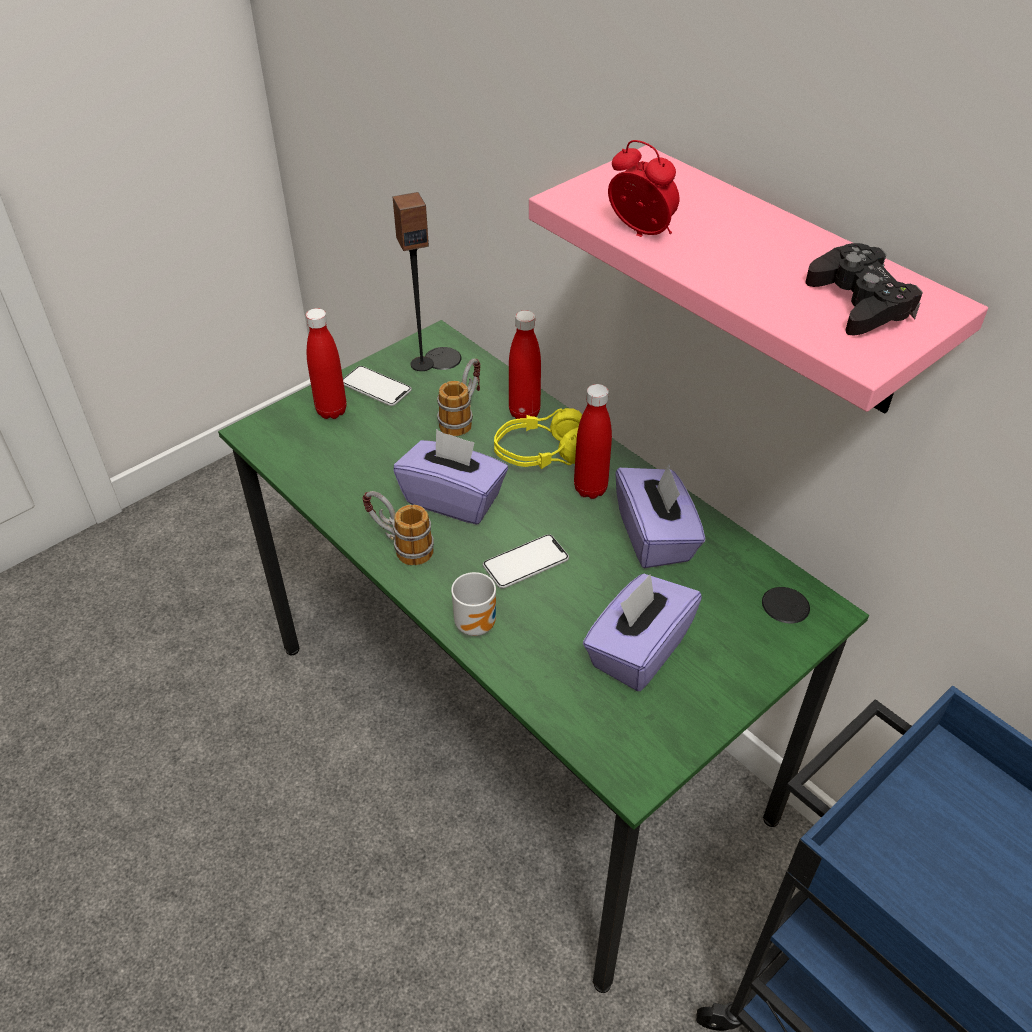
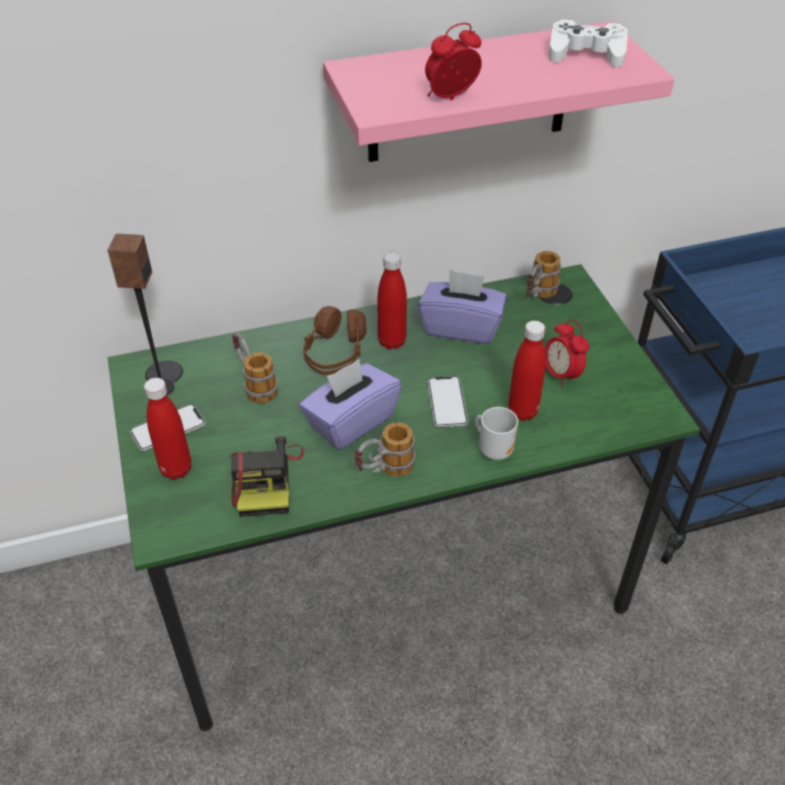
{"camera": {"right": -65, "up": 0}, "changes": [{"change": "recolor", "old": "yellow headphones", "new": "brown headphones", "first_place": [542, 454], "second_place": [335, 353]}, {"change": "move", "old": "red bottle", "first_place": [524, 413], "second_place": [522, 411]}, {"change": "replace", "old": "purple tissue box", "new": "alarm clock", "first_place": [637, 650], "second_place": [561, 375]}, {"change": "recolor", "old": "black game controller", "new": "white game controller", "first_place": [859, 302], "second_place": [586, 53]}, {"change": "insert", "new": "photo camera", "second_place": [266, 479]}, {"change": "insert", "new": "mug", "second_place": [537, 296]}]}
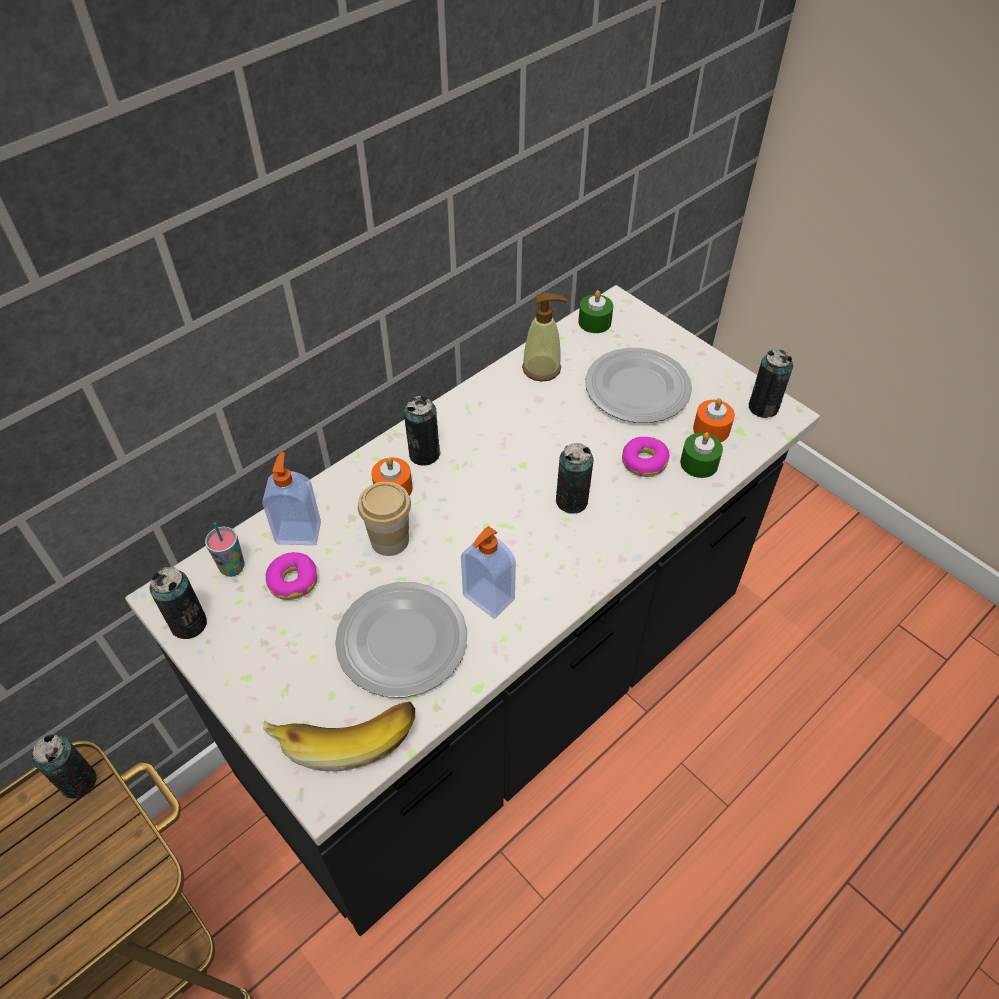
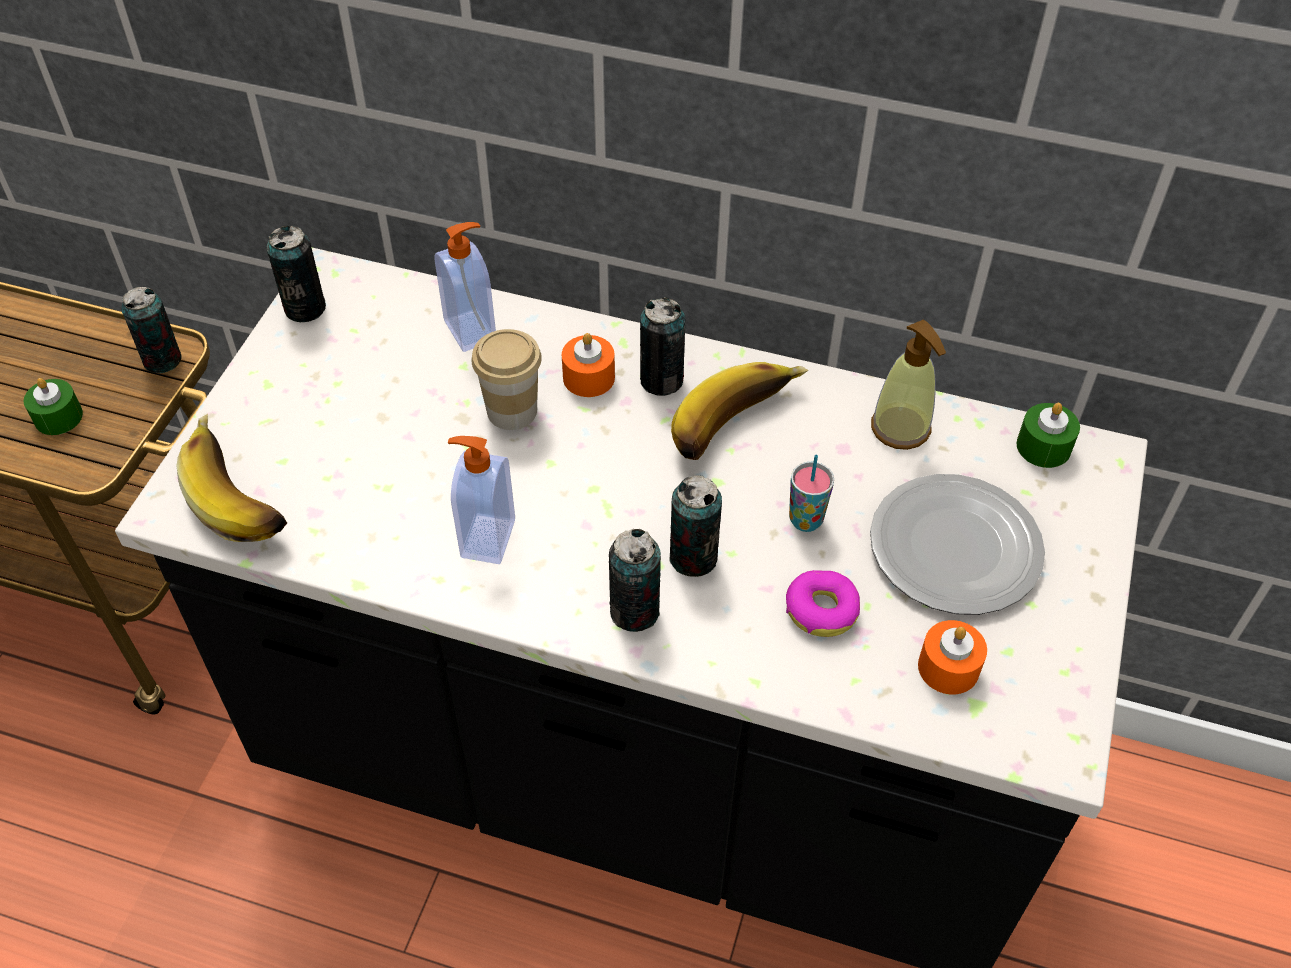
{"camera": {"right": 60, "up": 0}, "changes": [{"change": "move", "old": "cup", "first_place": [232, 568], "second_place": [805, 520]}, {"change": "delete", "old": "donut", "first_place": [293, 581]}, {"change": "delete", "old": "plate", "first_place": [401, 639]}, {"change": "move", "old": "green candle", "first_place": [699, 463], "second_place": [58, 417]}, {"change": "move", "old": "can", "first_place": [763, 407], "second_place": [634, 611]}, {"change": "insert", "new": "banana", "second_place": [738, 429]}]}
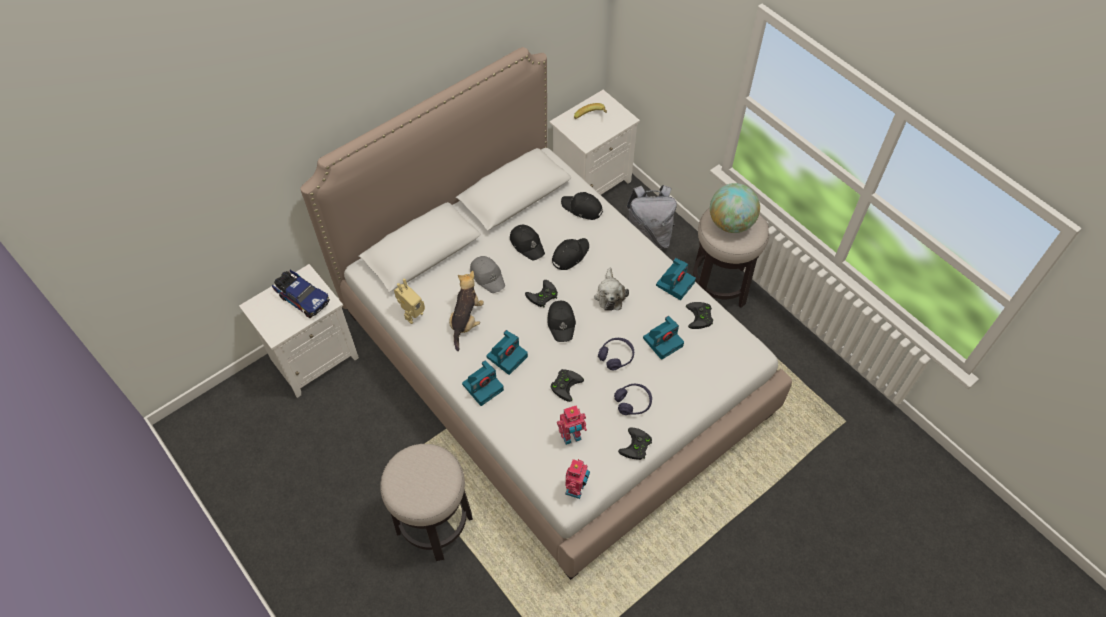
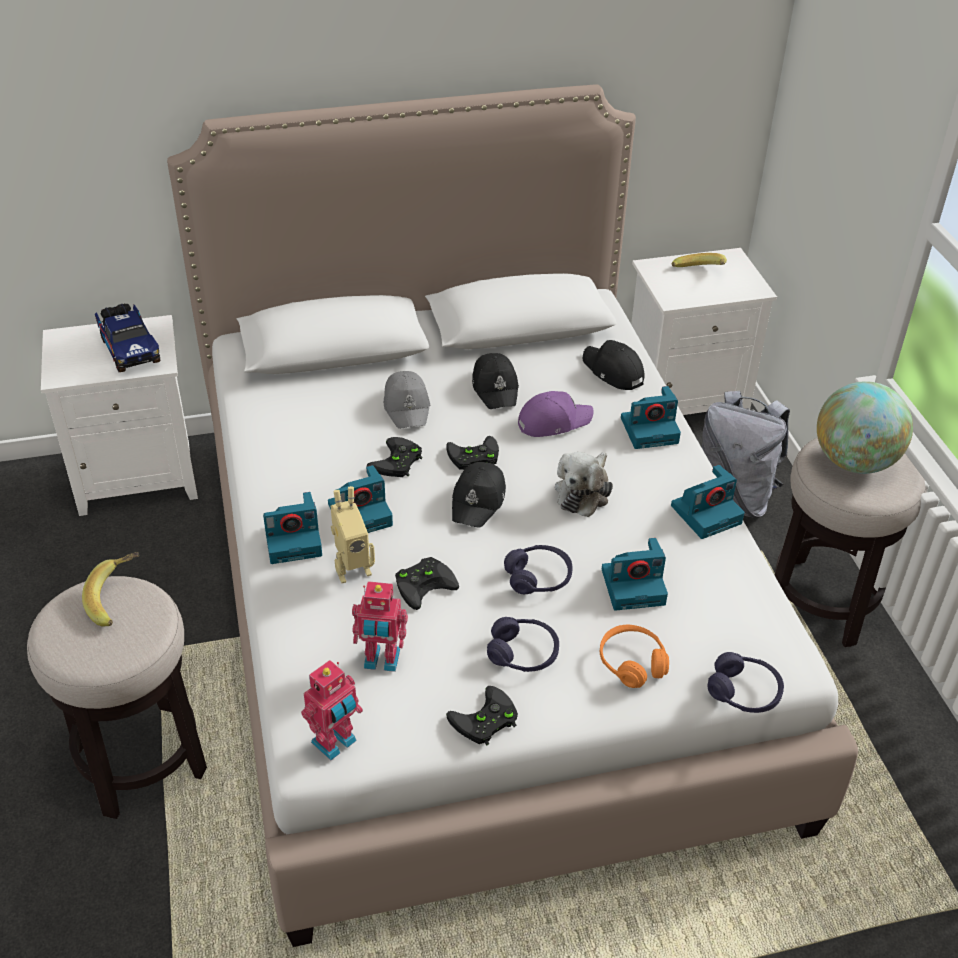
{"camera": {"right": 25, "up": -15}, "changes": [{"change": "move", "old": "toy robot", "first_place": [411, 314], "second_place": [351, 568]}, {"change": "delete", "old": "plush toy", "first_place": [466, 321]}, {"change": "recolor", "old": "black cap", "new": "purple cap", "first_place": [570, 255], "second_place": [553, 421]}, {"change": "move", "old": "black game controller", "first_place": [700, 317], "second_place": [397, 462]}, {"change": "insert", "new": "banana", "second_place": [118, 600]}, {"change": "insert", "new": "orange headphones", "second_place": [632, 663]}, {"change": "insert", "new": "photo camera", "second_place": [650, 430]}, {"change": "insert", "new": "purple headphones", "second_place": [744, 692]}]}
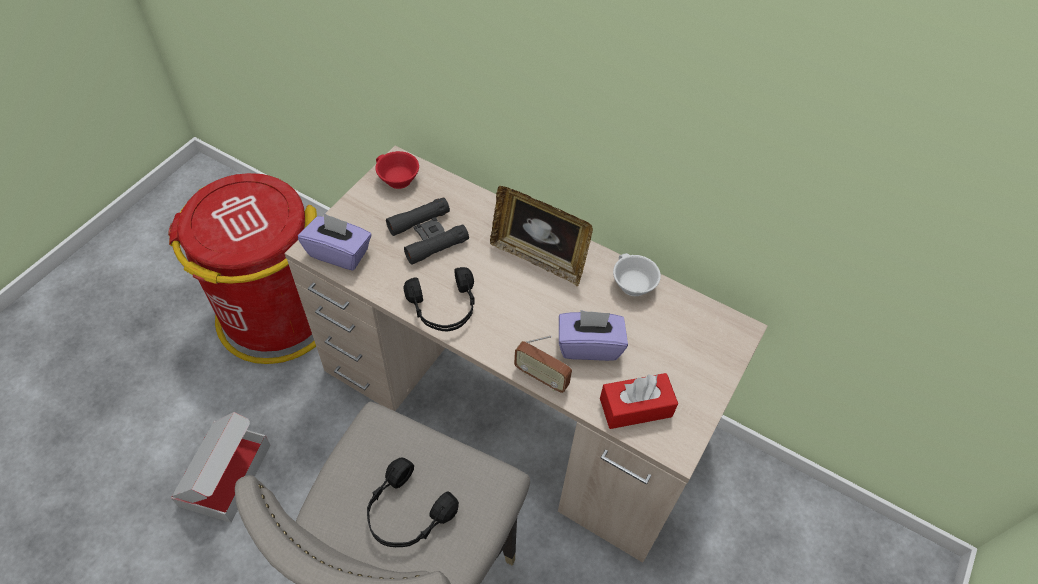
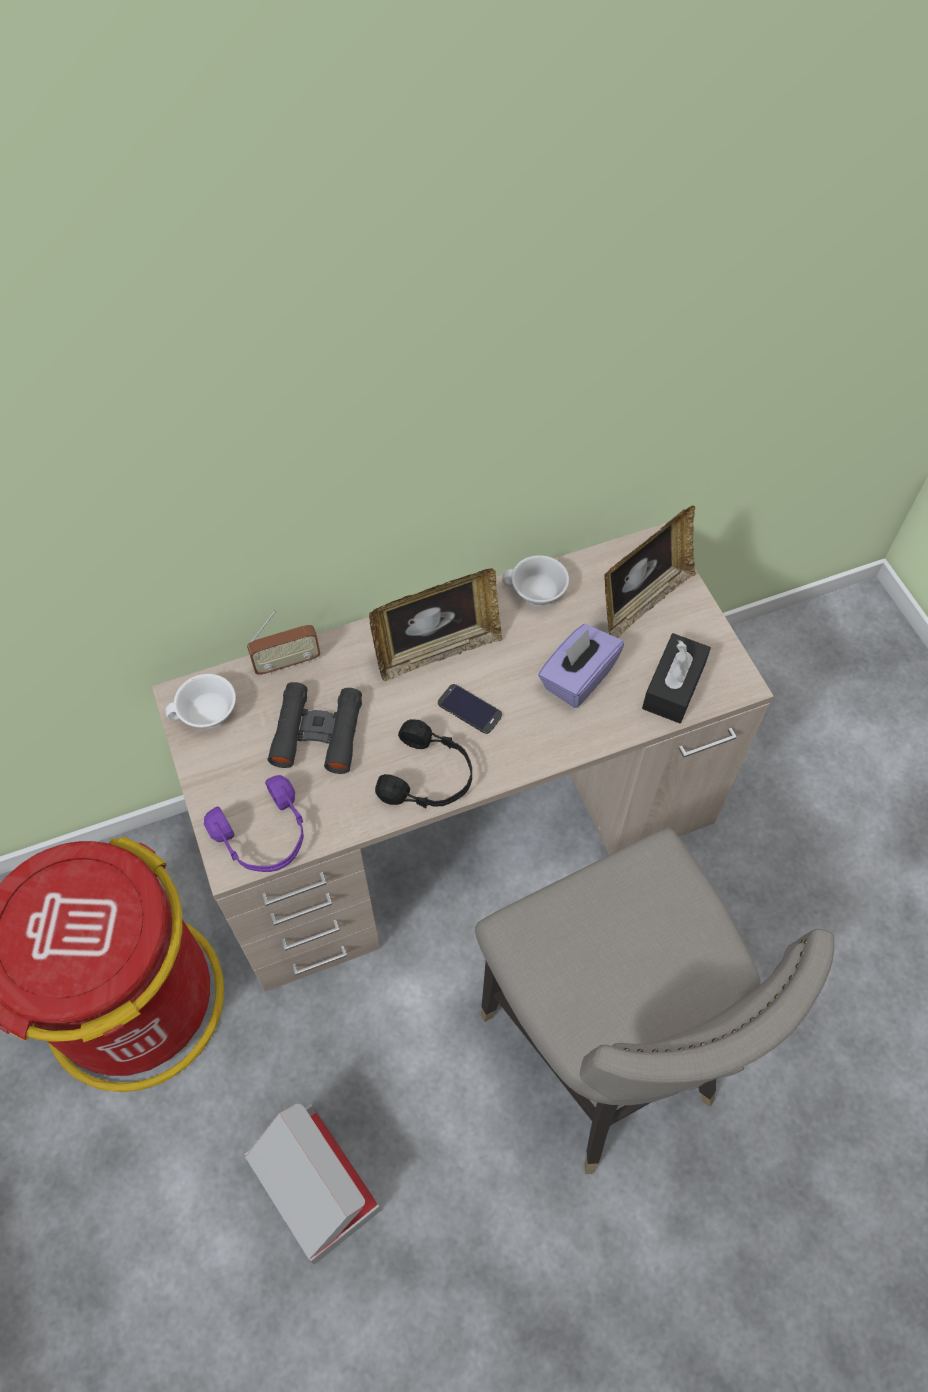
{"camera": {"right": -50, "up": 5}, "changes": [{"change": "replace", "old": "purple tissue box", "new": "purple headphones", "first_place": [339, 253], "second_place": [265, 836]}, {"change": "delete", "old": "black headphones", "first_place": [406, 513]}, {"change": "recolor", "old": "red cup", "new": "white cup", "first_place": [396, 179], "second_place": [207, 715]}, {"change": "move", "old": "radio", "first_place": [541, 377], "second_place": [287, 663]}, {"change": "recolor", "old": "red tissue box", "new": "black tissue box", "first_place": [635, 407], "second_place": [673, 686]}, {"change": "insert", "new": "phone", "second_place": [469, 709]}, {"change": "insert", "new": "picture frame", "second_place": [642, 601]}]}
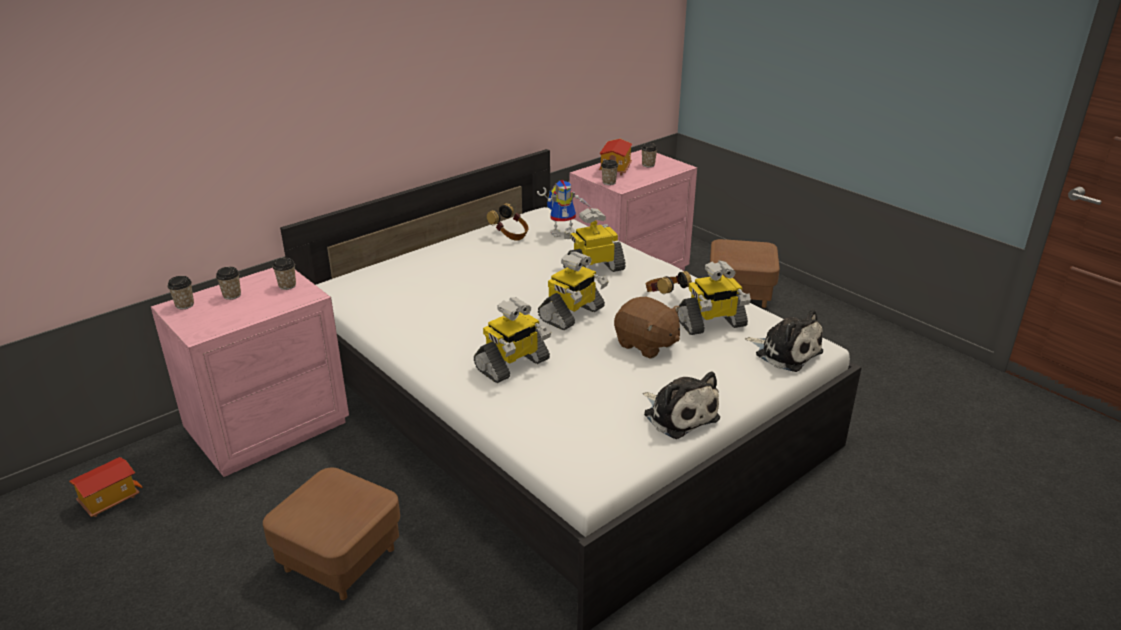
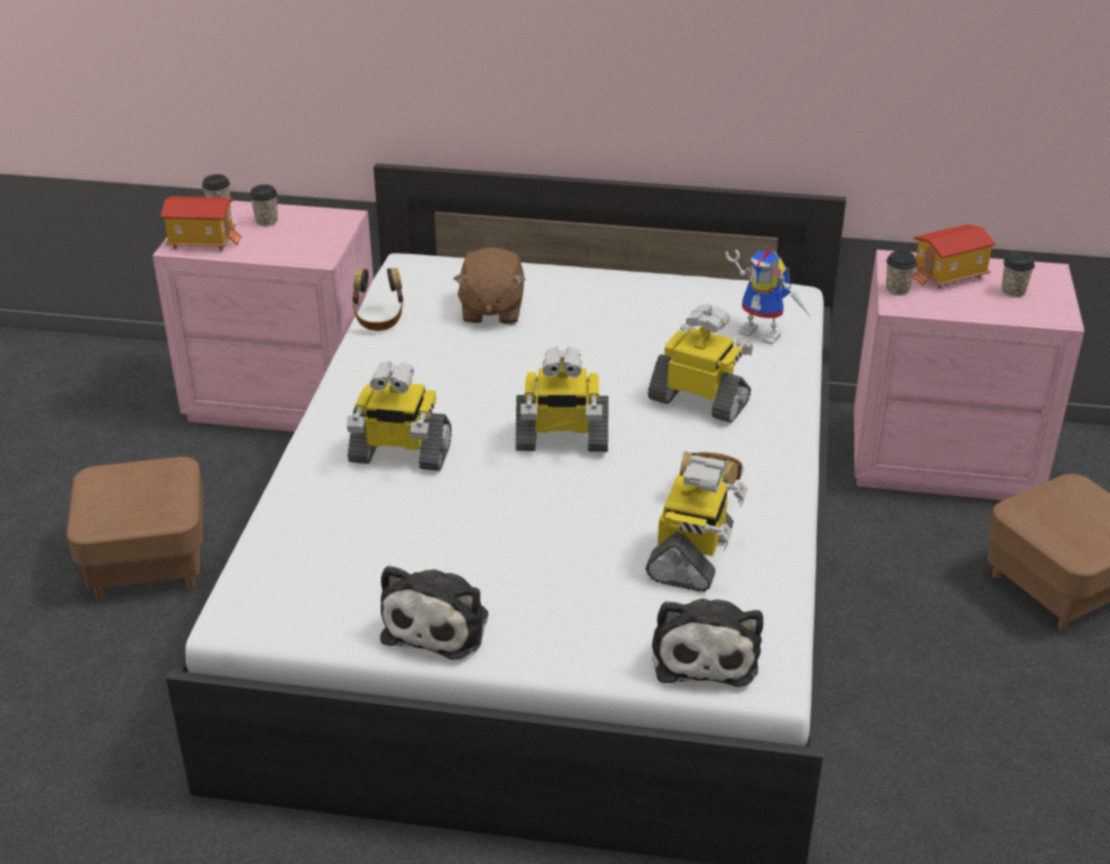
{"camera": {"right": 50, "up": 5}, "changes": [{"change": "move", "old": "toy house", "first_place": [110, 499], "second_place": [203, 241]}, {"change": "delete", "old": "cup", "first_place": [287, 286]}, {"change": "move", "old": "headphones", "first_place": [510, 235], "second_place": [379, 318]}, {"change": "move", "old": "brown plush toy", "first_place": [646, 345], "second_place": [491, 311]}, {"change": "rotate", "old": "toy robot", "first_place": [711, 324], "second_place": [692, 556], "degrees": -105}]}
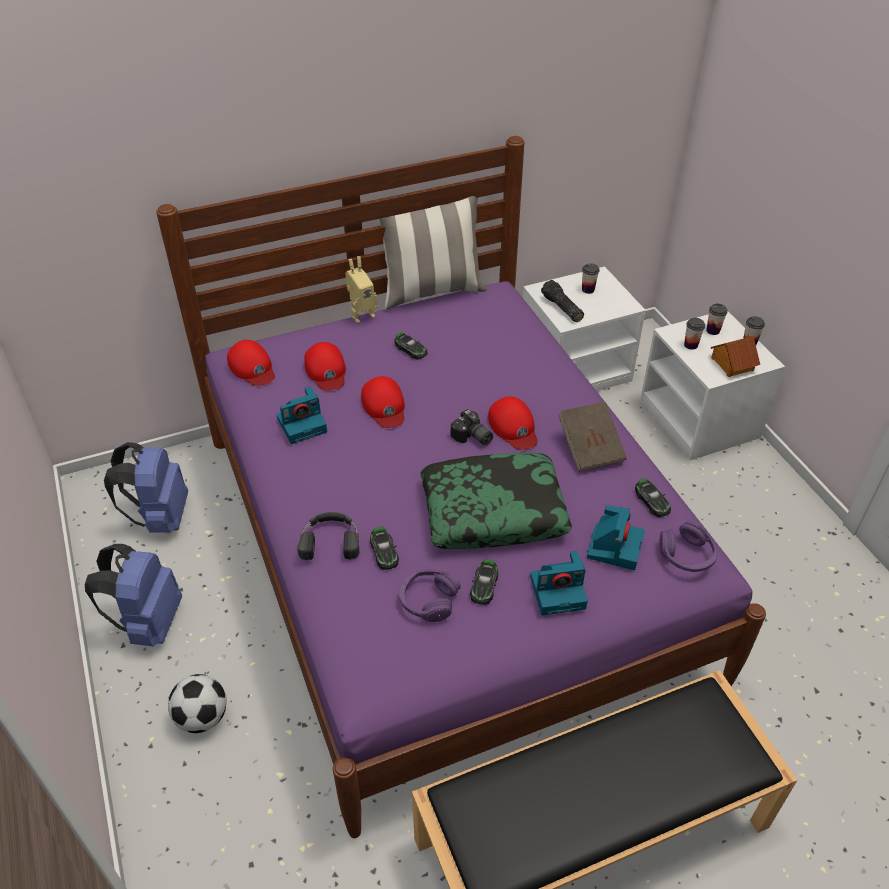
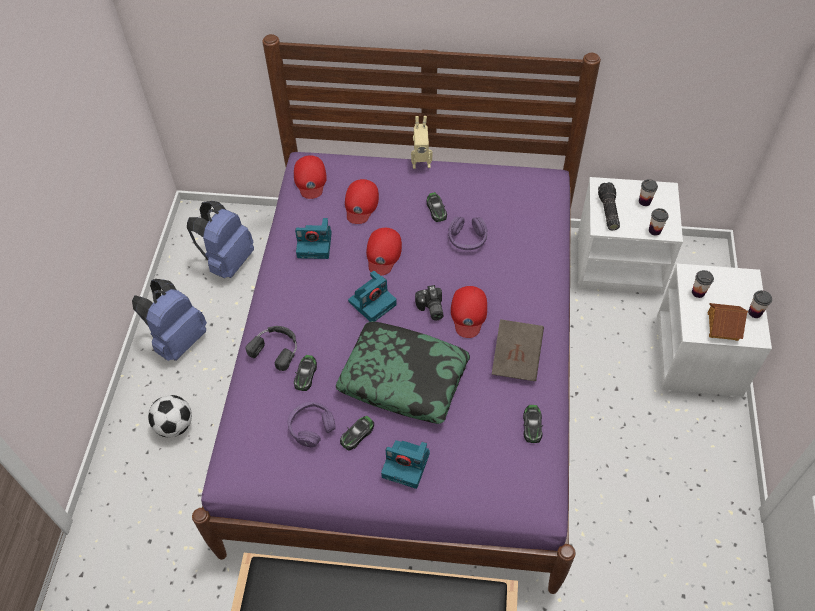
{"camera": {"right": 30, "up": 10}, "changes": [{"change": "delete", "old": "pillow", "first_place": [431, 291]}, {"change": "move", "old": "photo camera", "first_place": [614, 546], "second_place": [373, 302]}, {"change": "move", "old": "purple headphones", "first_place": [687, 555], "second_place": [467, 239]}, {"change": "move", "old": "cup", "first_place": [713, 330], "second_place": [654, 230]}]}
